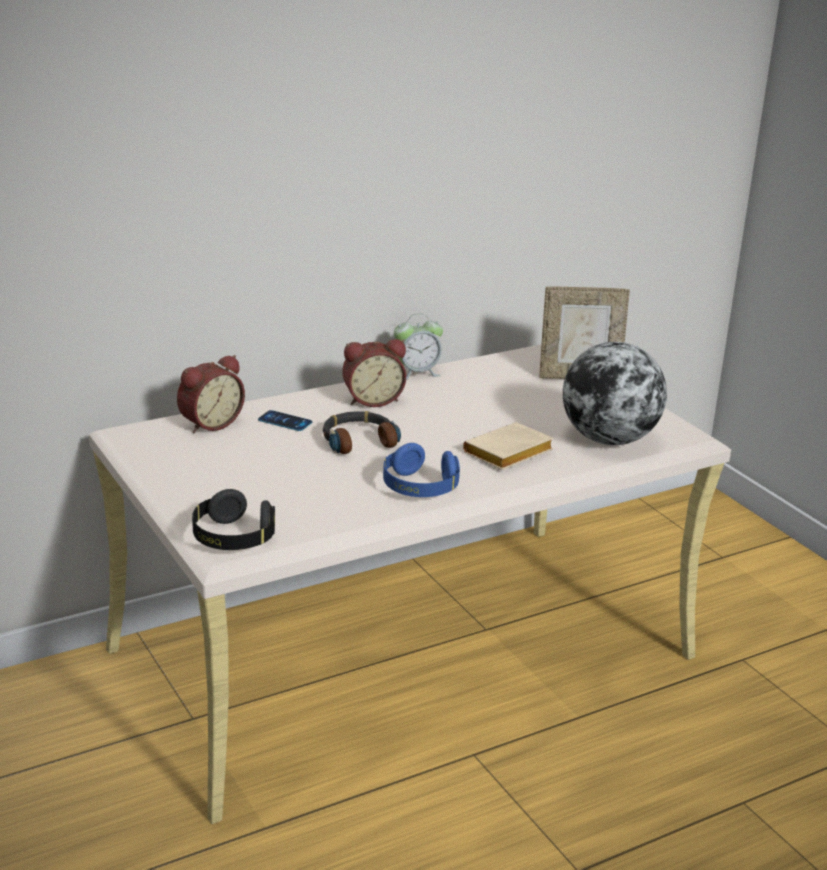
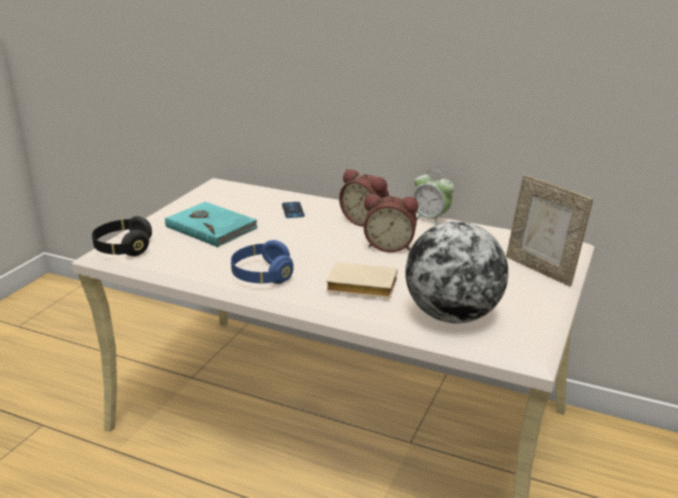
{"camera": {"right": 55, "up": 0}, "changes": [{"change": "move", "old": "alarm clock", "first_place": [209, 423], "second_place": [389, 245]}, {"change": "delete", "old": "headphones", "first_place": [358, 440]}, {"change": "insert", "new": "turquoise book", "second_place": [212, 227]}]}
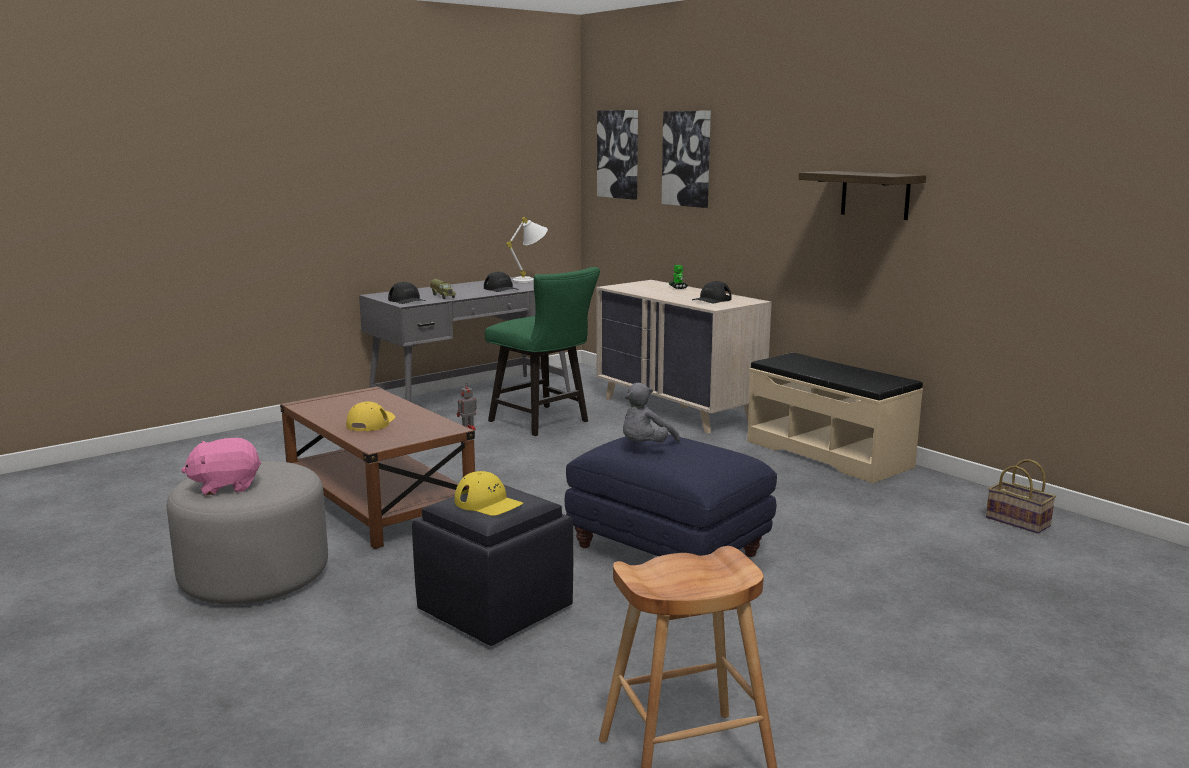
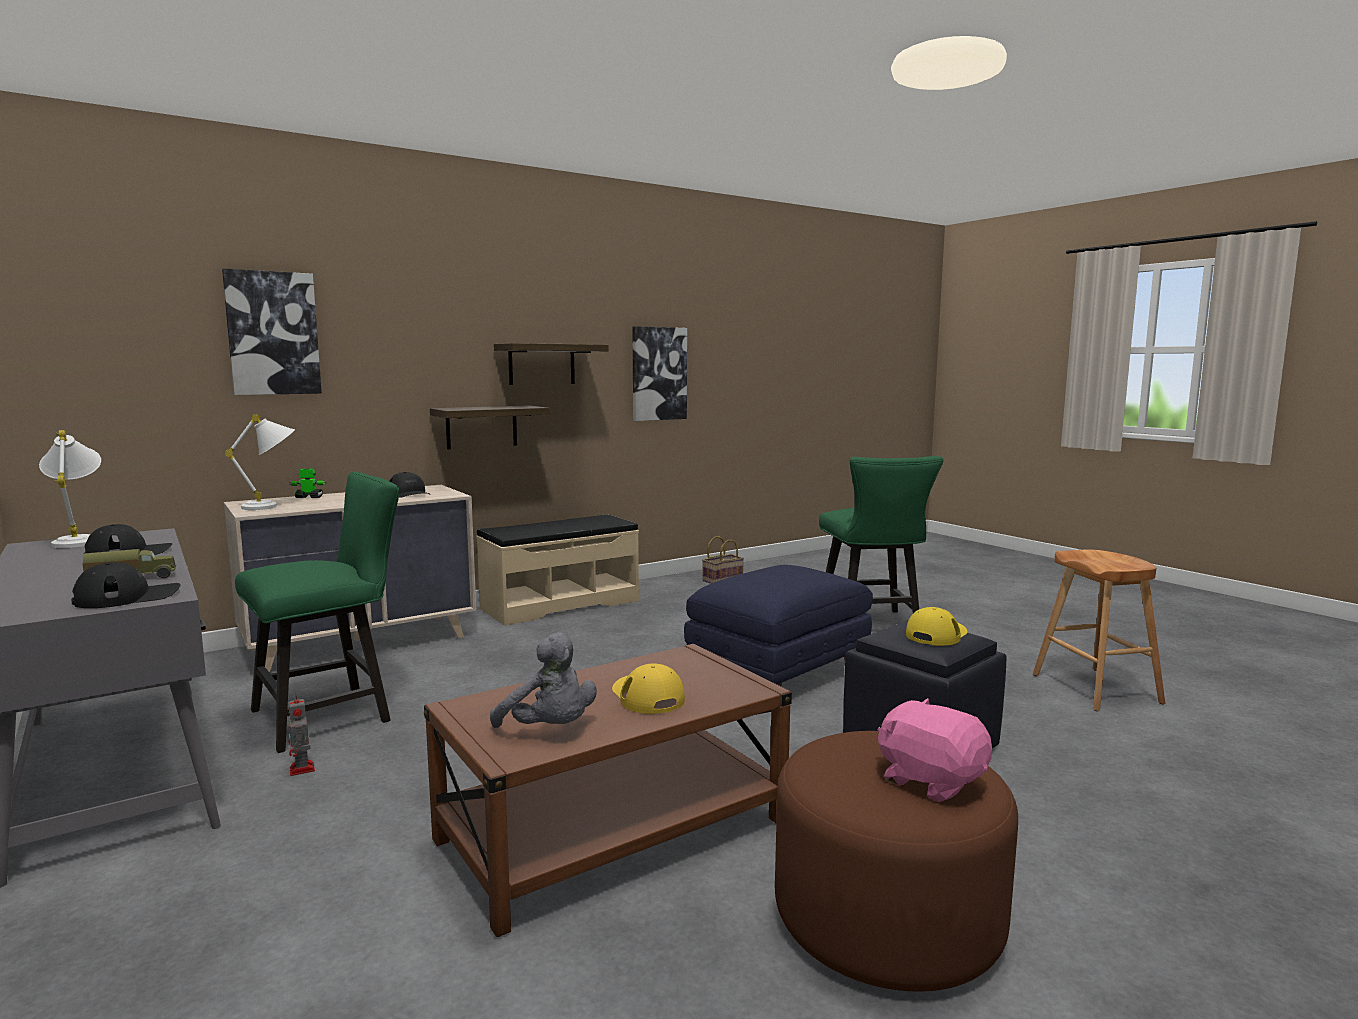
{"camera": {"right": -85, "up": -5}, "changes": [{"change": "recolor", "old": "grey ottoman", "new": "brown ottoman", "first_place": [255, 575], "second_place": [887, 918]}, {"change": "rotate", "old": "pink plush toy", "first_place": [226, 486], "second_place": [931, 780], "degrees": 150}, {"change": "rotate", "old": "yellow cap", "first_place": [371, 423], "second_place": [647, 696], "degrees": 45}, {"change": "move", "old": "picture", "first_place": [619, 154], "second_place": [658, 373]}, {"change": "move", "old": "grey plush toy", "first_place": [645, 447], "second_place": [550, 729]}, {"change": "insert", "new": "white table lamp", "second_place": [272, 506]}, {"change": "insert", "new": "shelf", "second_place": [481, 427]}, {"change": "insert", "new": "green chair", "second_place": [872, 626]}]}
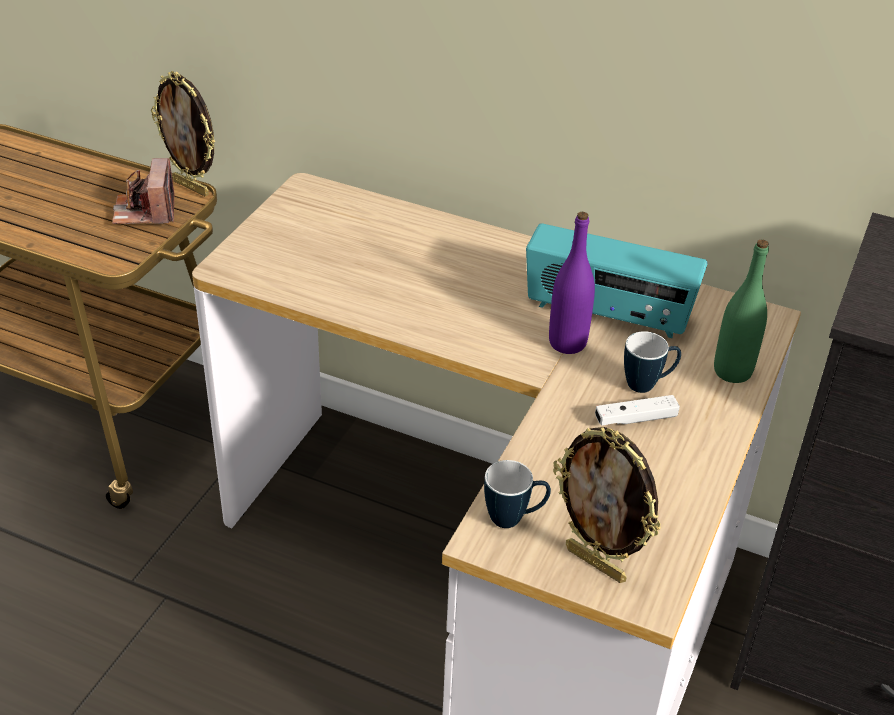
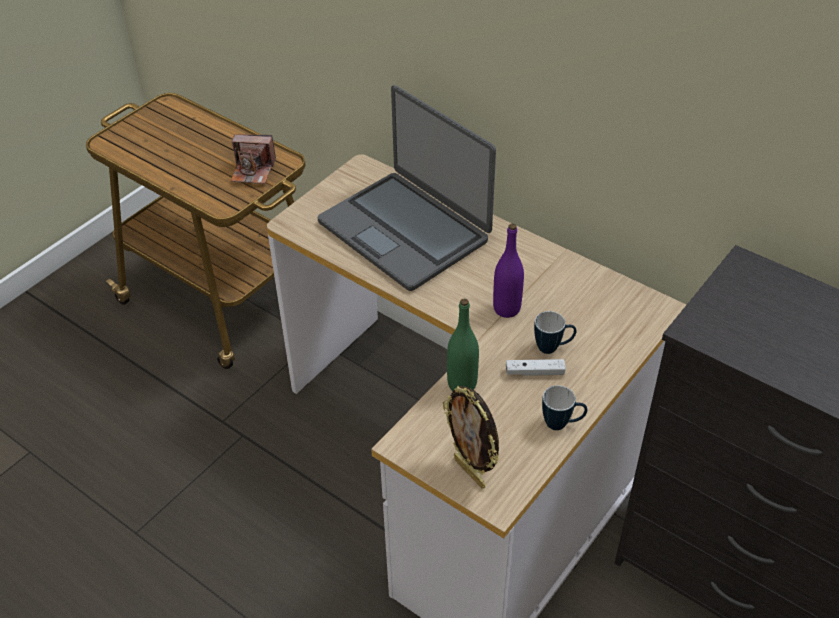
{"camera": {"right": 15, "up": 5}, "changes": [{"change": "rotate", "old": "photo camera", "first_place": [146, 211], "second_place": [253, 171], "degrees": -90}, {"change": "delete", "old": "picture frame", "first_place": [192, 187]}, {"change": "move", "old": "mug", "first_place": [514, 518], "second_place": [562, 424]}, {"change": "delete", "old": "radio", "first_place": [607, 314]}, {"change": "move", "old": "green bottle", "first_place": [732, 371], "second_place": [462, 384]}, {"change": "insert", "new": "laptop", "second_place": [405, 230]}]}
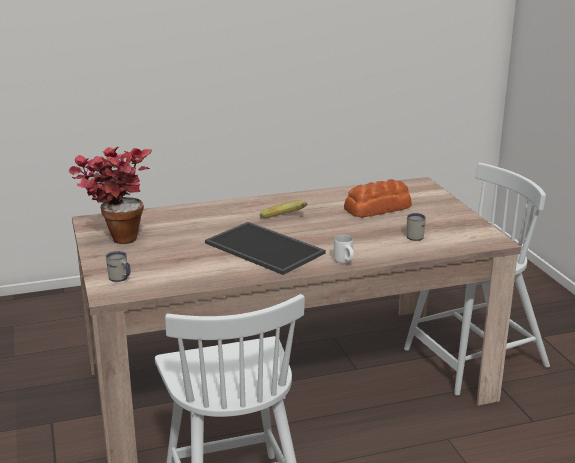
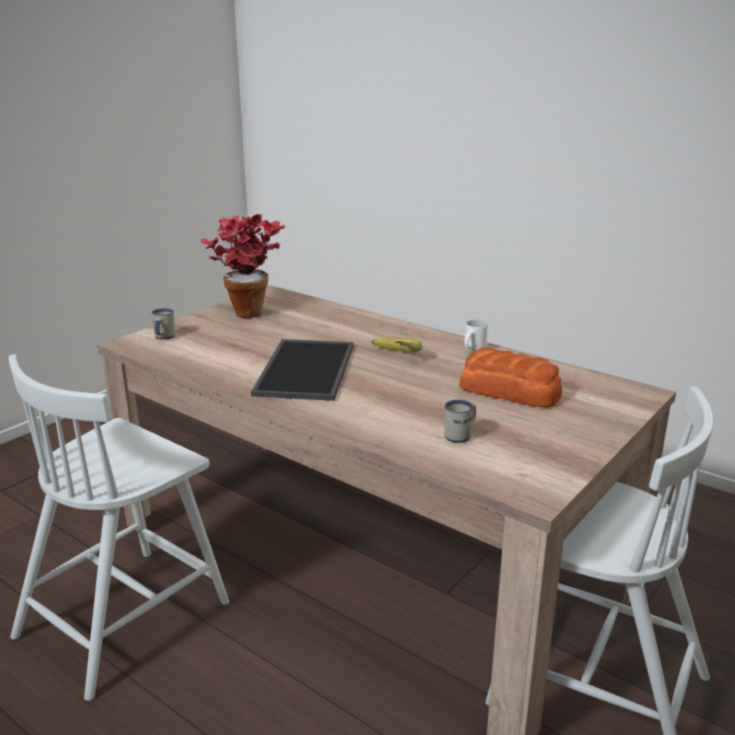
{"camera": {"right": 55, "up": 0}, "changes": [{"change": "move", "old": "white mug", "first_place": [346, 262], "second_place": [474, 351]}]}
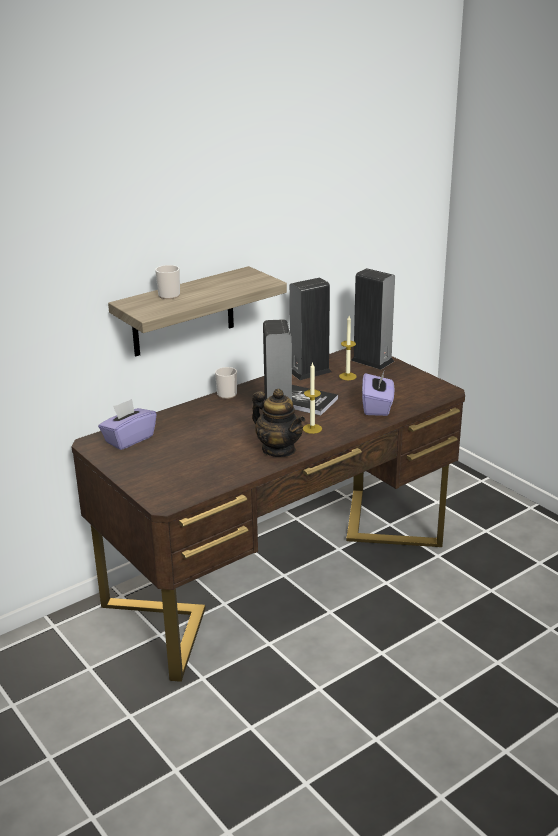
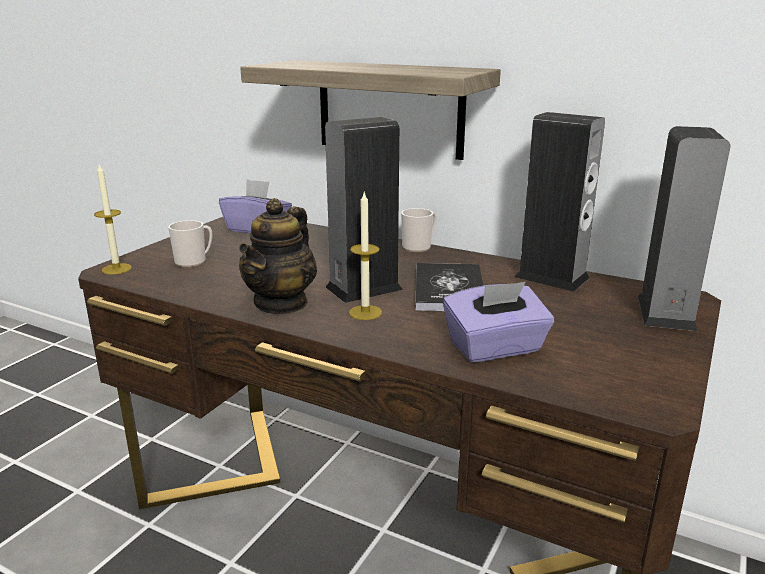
{"camera": {"right": 65, "up": -5}, "changes": [{"change": "move", "old": "mug", "first_place": [170, 294], "second_place": [194, 261]}, {"change": "move", "old": "candle", "first_place": [347, 376], "second_place": [116, 269]}]}
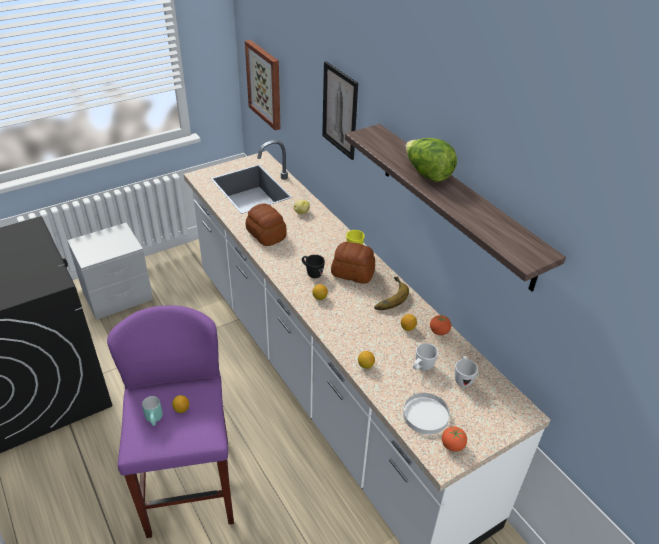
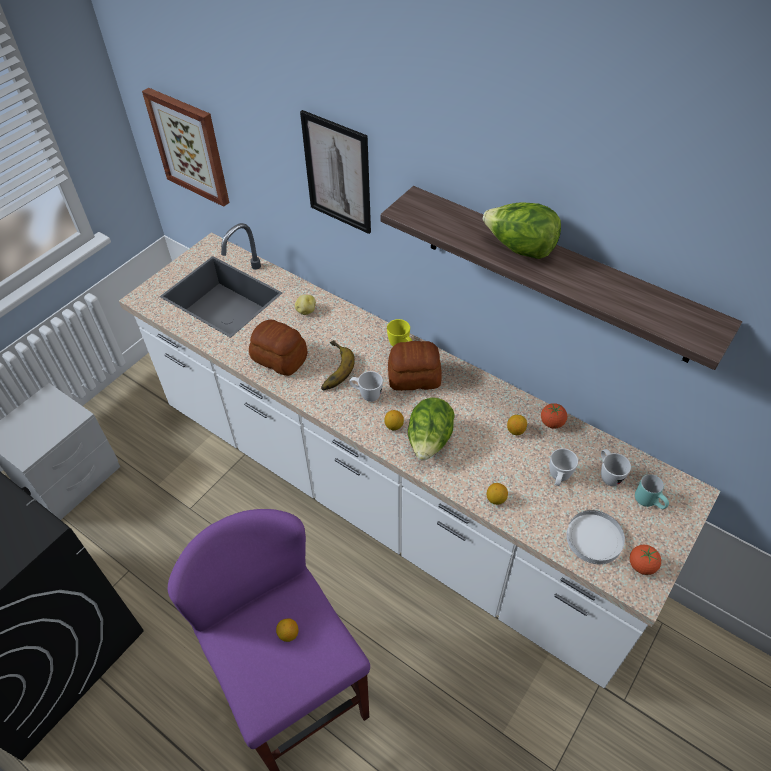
{"camera": {"right": -20, "up": 10}, "changes": [{"change": "move", "old": "turquoise mug", "first_place": [155, 419], "second_place": [650, 501]}, {"change": "recolor", "old": "black mug", "new": "white mug", "first_place": [312, 273], "second_place": [366, 395]}, {"change": "move", "old": "banana", "first_place": [387, 296], "second_place": [331, 368]}, {"change": "insert", "new": "lettuce", "second_place": [429, 441]}]}
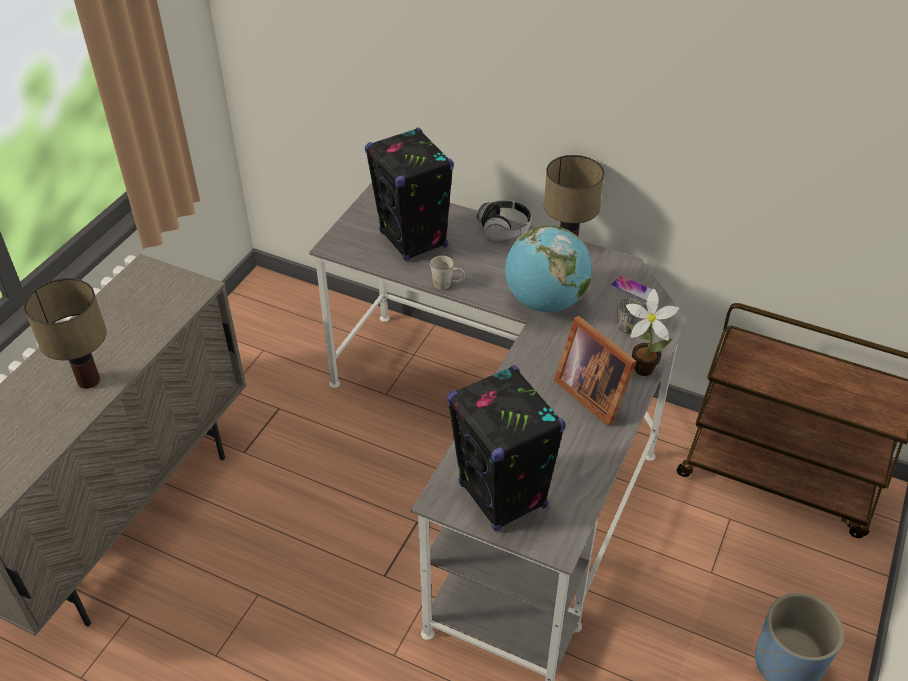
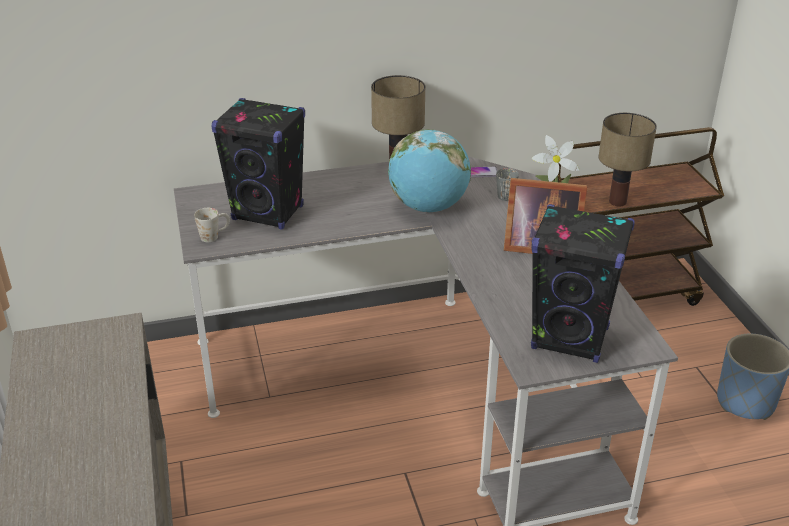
{"camera": {"right": -40, "up": -10}, "changes": [{"change": "move", "old": "table lamp", "first_place": [90, 380], "second_place": [617, 201]}, {"change": "move", "old": "white mug", "first_place": [448, 284], "second_place": [214, 236]}, {"change": "delete", "old": "headphones", "first_place": [504, 229]}]}
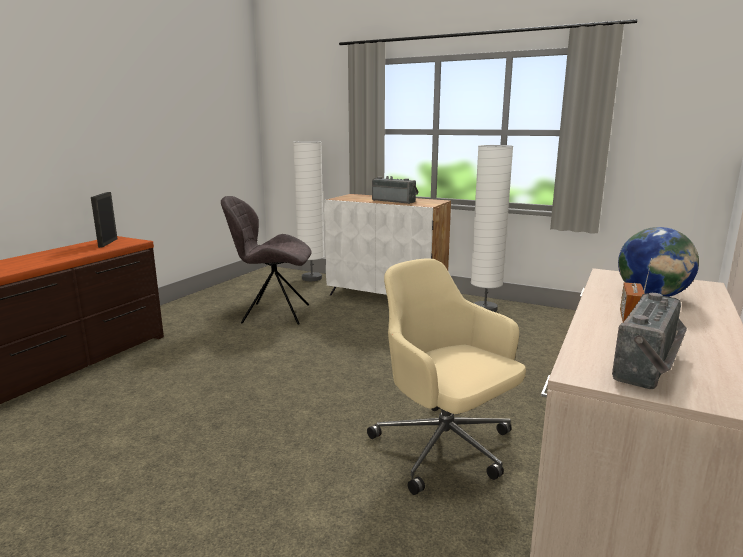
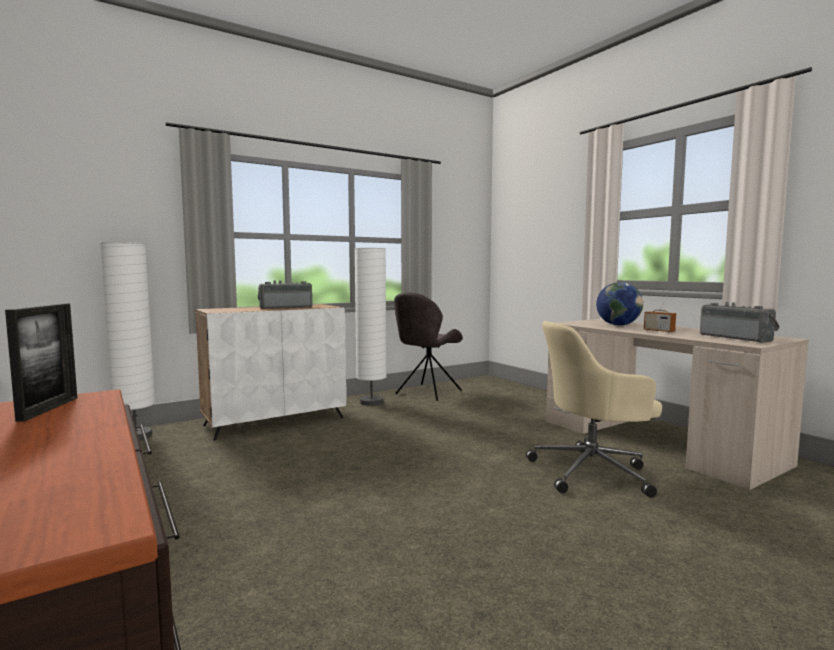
{"camera": {"right": -60, "up": -10}, "changes": [{"change": "rotate", "old": "picture frame", "first_place": [108, 243], "second_place": [48, 409], "degrees": -120}, {"change": "move", "old": "grey chair", "first_place": [273, 314], "second_place": [427, 392]}]}
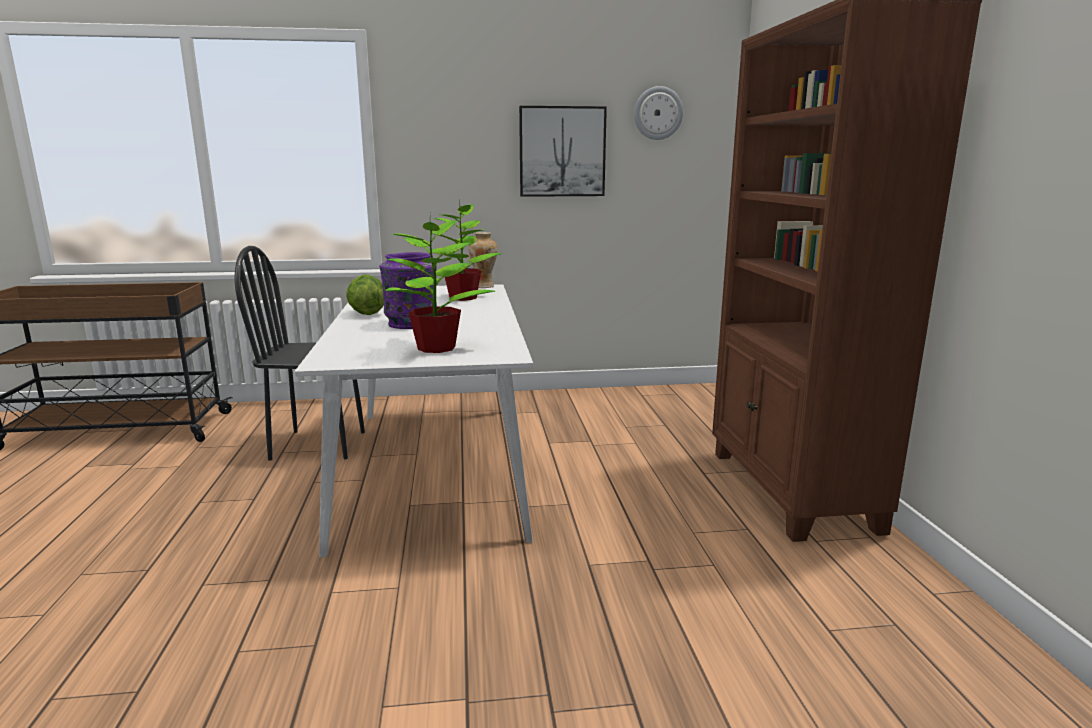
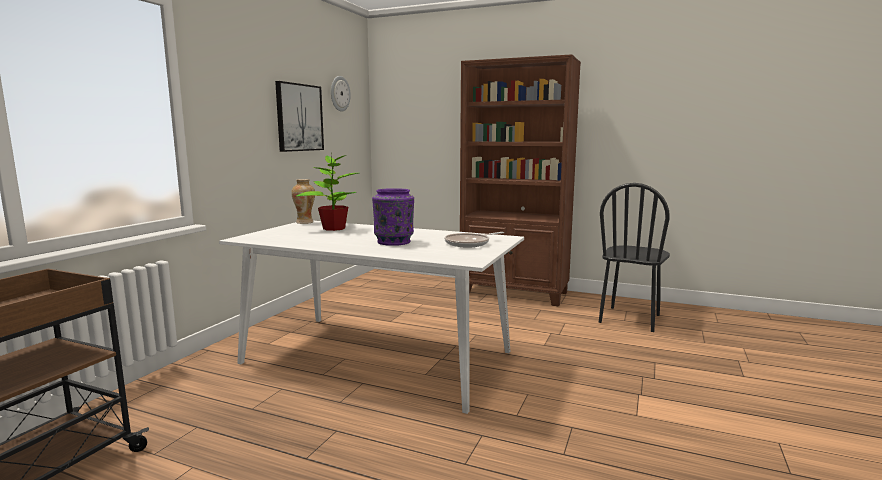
{"camera": {"right": -60, "up": -5}, "changes": [{"change": "move", "old": "black chair", "first_place": [319, 445], "second_place": [630, 319]}, {"change": "delete", "old": "lettuce", "first_place": [366, 314]}, {"change": "replace", "old": "potted plant", "new": "frying pan", "first_place": [437, 347], "second_place": [469, 243]}]}
